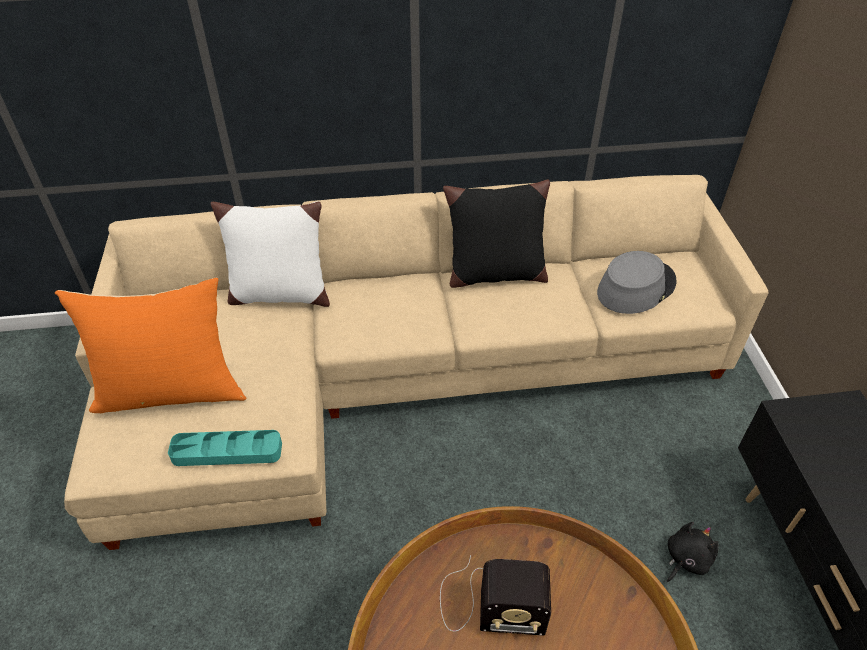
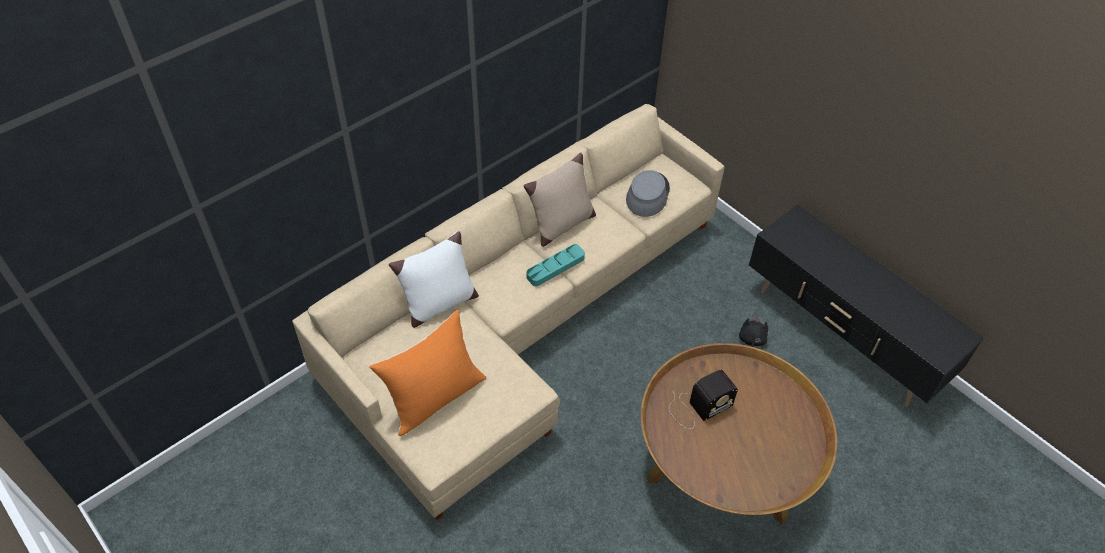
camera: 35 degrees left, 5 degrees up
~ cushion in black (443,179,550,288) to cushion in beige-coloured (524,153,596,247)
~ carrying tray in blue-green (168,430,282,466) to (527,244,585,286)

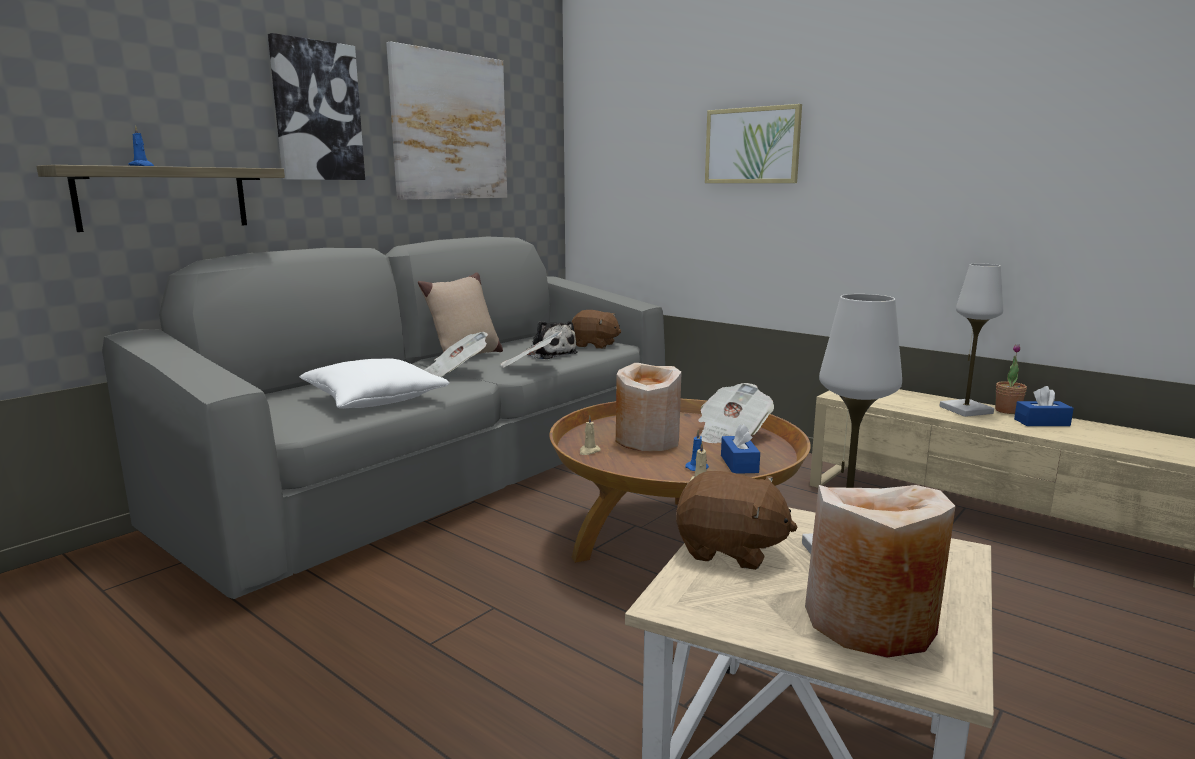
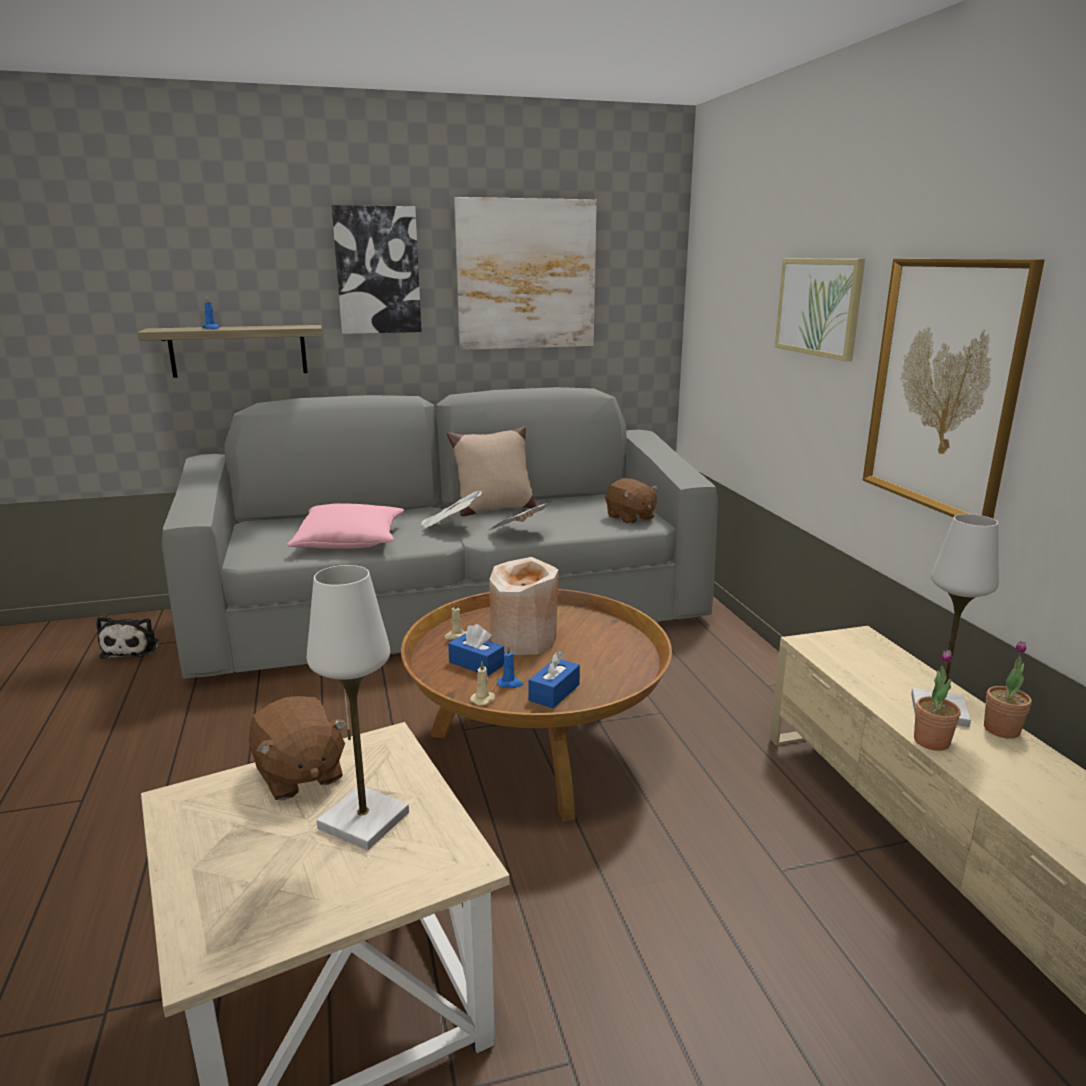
camera: 35 degrees right, 5 degrees up
~ cuddly toy (526,321,578,359) to (96,616,159,659)
~ cushion in whitish (299,358,449,409) to cushion in pinkish (287,503,404,549)
~ box of tissues in blue-coloured (1014,386,1074,426) to (448,624,504,676)
+ wall art (863,259,1045,519)
+ potted plant (914,650,960,751)
- printed paper (698,383,774,443)
- decorative vase in beige-coloured (805,485,955,658)

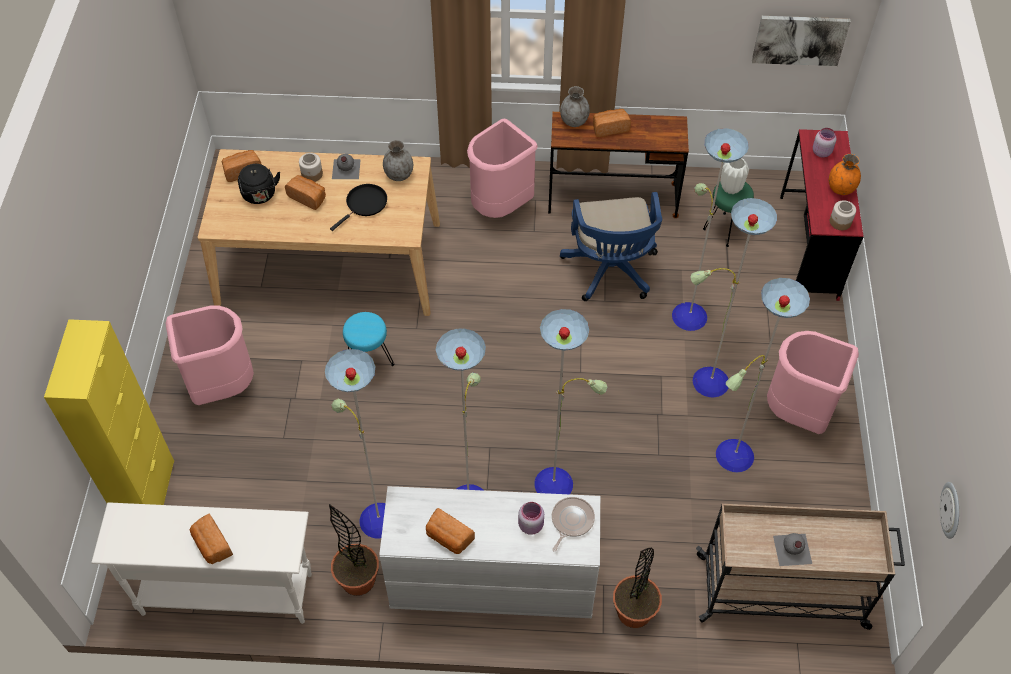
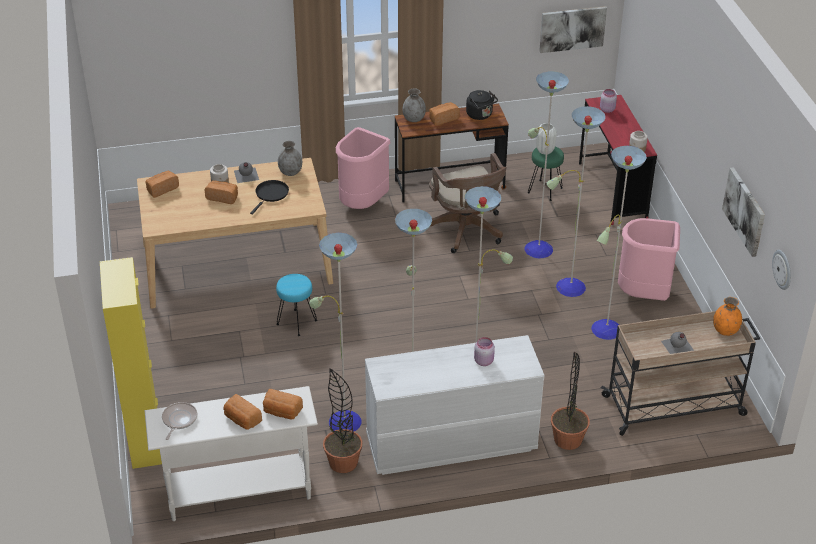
camera: 15 degrees left, 15 degrees down
~ frying pan (552,497,595,552) to (162,402,197,440)
~ bread (426,508,475,554) to (263,389,303,420)
~ desk chair in blue-coloured (560,192,662,301) to desk chair in brownish (429,153,506,253)
~ water kettle in black (238,164,280,204) to (466,90,498,120)
~ decorative vase in orange (829,154,861,195) to (713,297,742,336)
+ wall art (722,167,765,257)
- rubbish bin in pinkish (166,305,254,405)

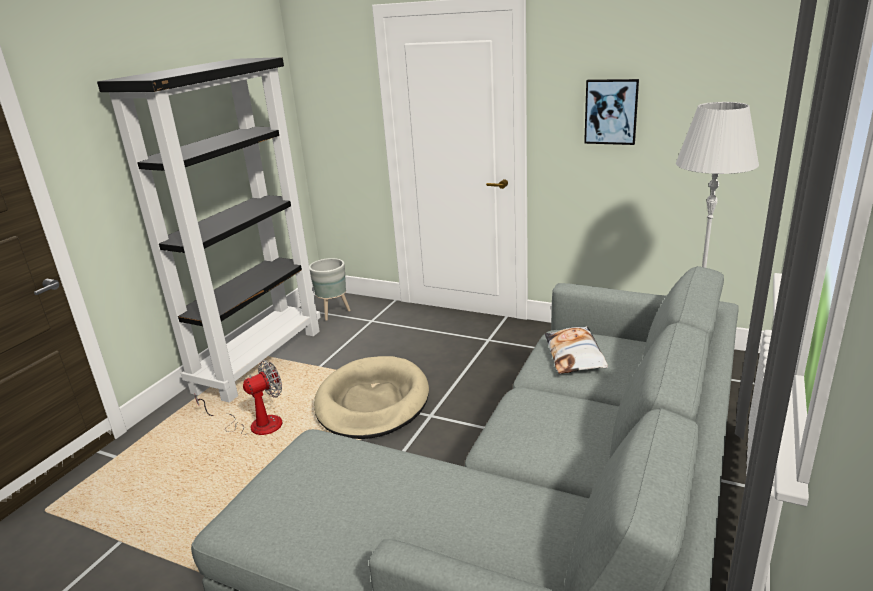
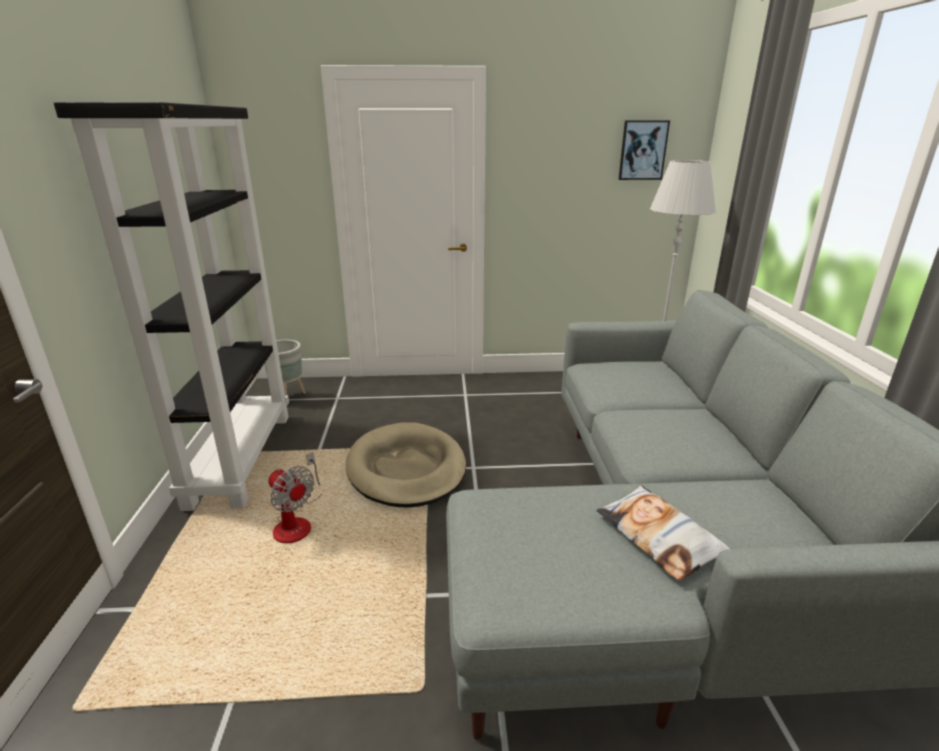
camera: 30 degrees left, 0 degrees up
~ electric fan (194,360,282,435) = (268,452,322,543) 105 degrees clockwise
~ cushion (545,326,608,374) to (596,486,730,581)
~ wall art (584,79,639,145) to (618,121,670,180)

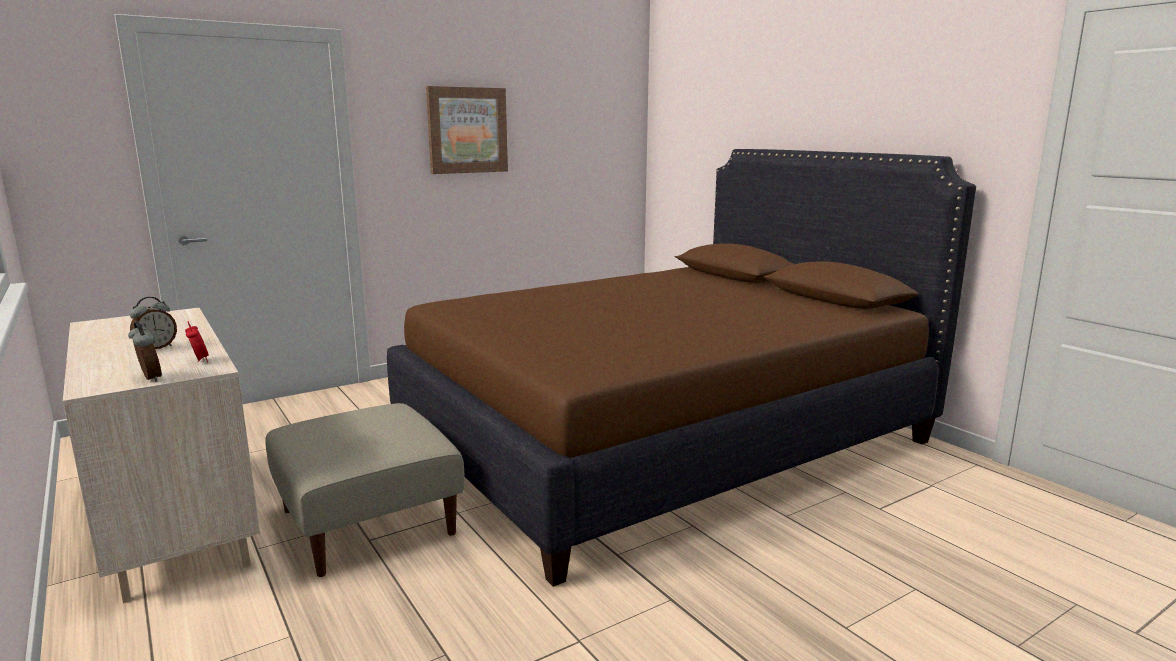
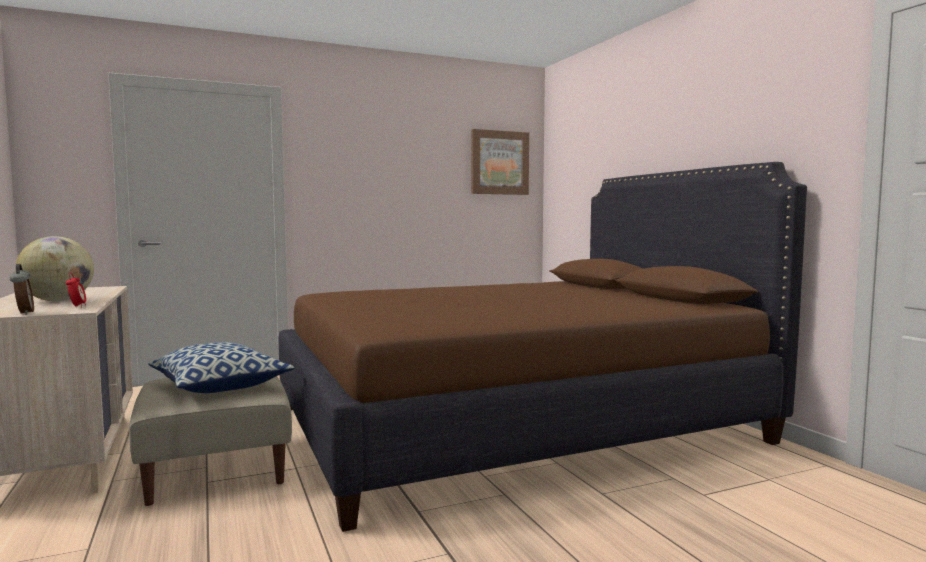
camera: 10 degrees right, 10 degrees down
~ bedside clock (130,297,177,349) to desk globe (15,236,94,301)
+ cushion (148,342,295,393)
~ wall art (426,86,508,174) to (471,129,529,195)

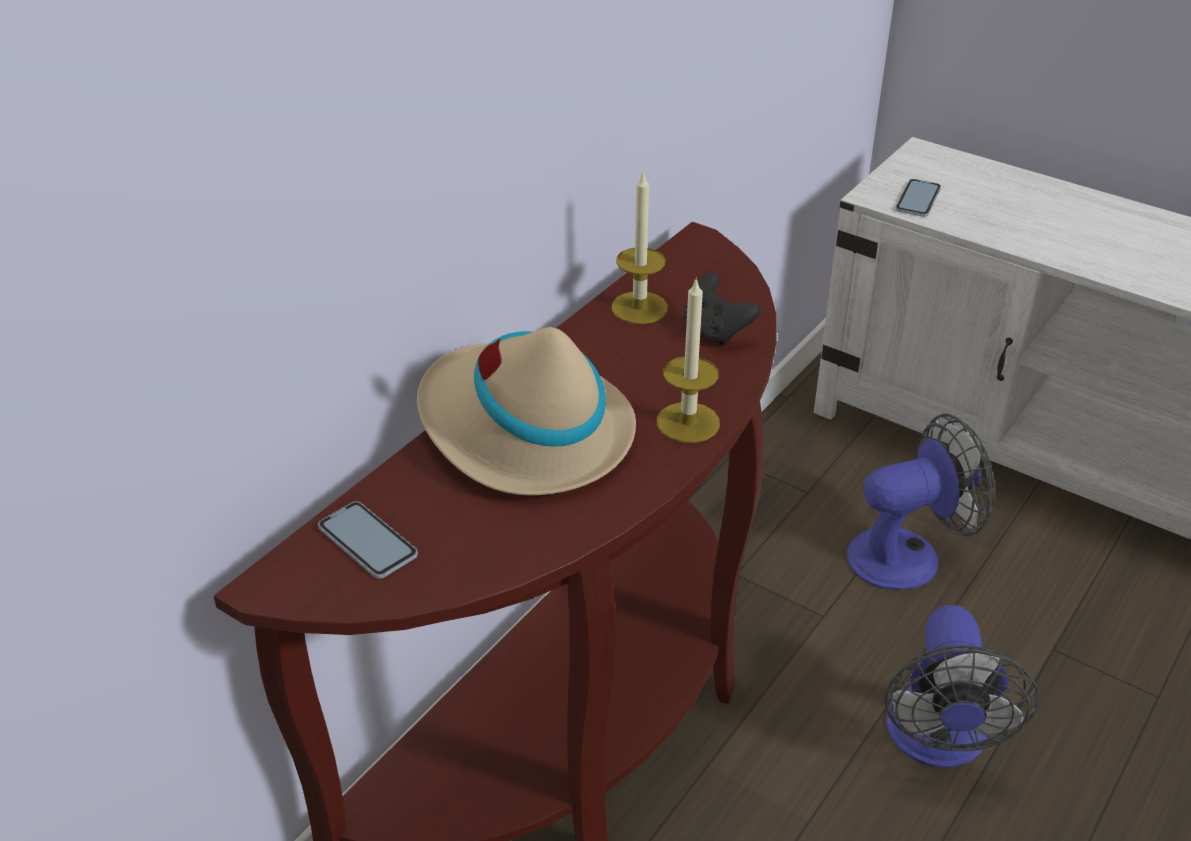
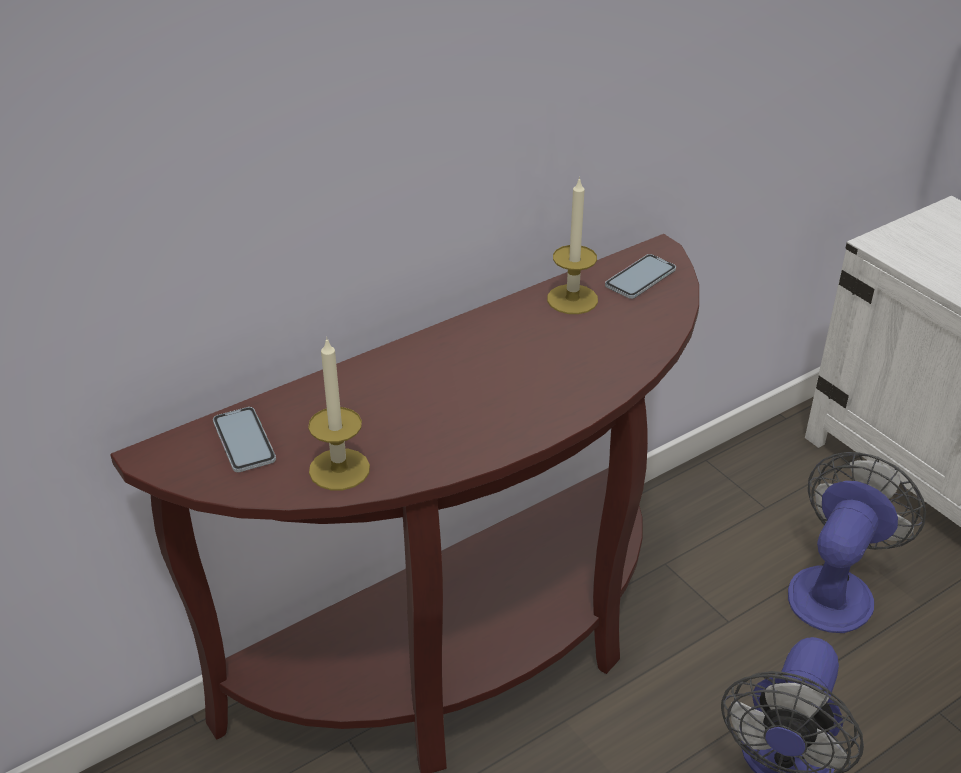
camera: 20 degrees right, 0 degrees up
~ wax light (657,277,720,443) to (308,337,370,490)
~ handset (895,179,941,217) to (605,254,676,299)
~ electric fan (847,414,995,590) = (788,452,926,633) 60 degrees counterclockwise
- hat in beige-coloured (417,327,636,495)
- gamepad in black (683,272,761,346)

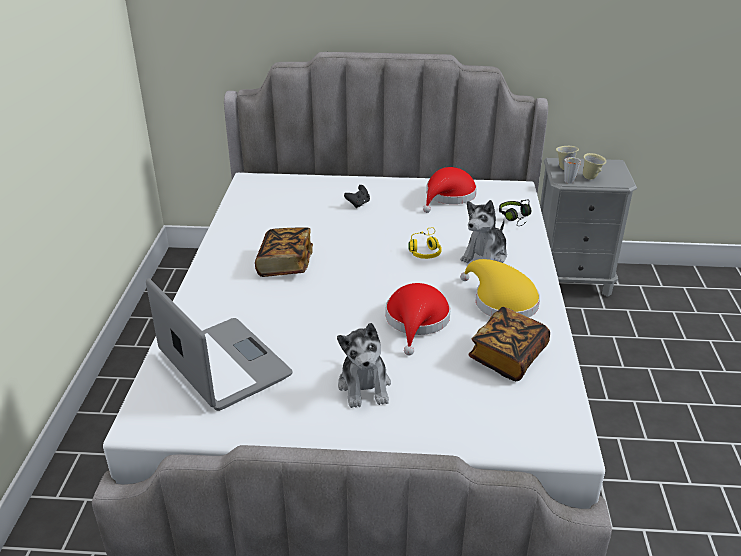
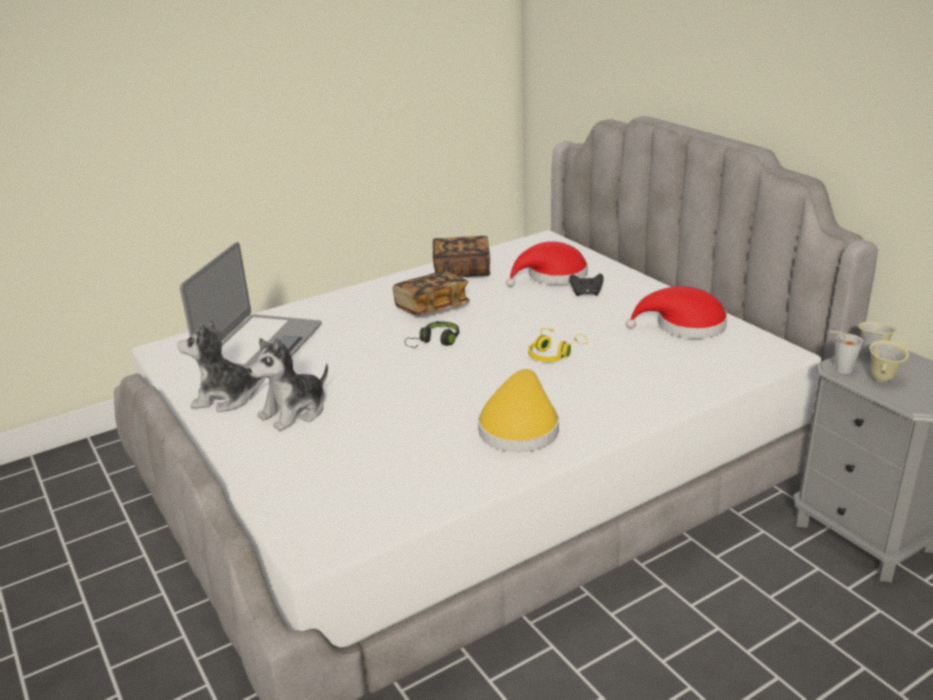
camera: 55 degrees right, 5 degrees down
~ cuddly toy (461,200,507,263) to (178,319,266,412)
~ headset in black (499,199,531,226) to (405,321,459,348)
~ bound book (468,307,550,381) to (433,236,490,277)
~ hat in red-coloured (386,283,450,355) to (506,241,588,287)

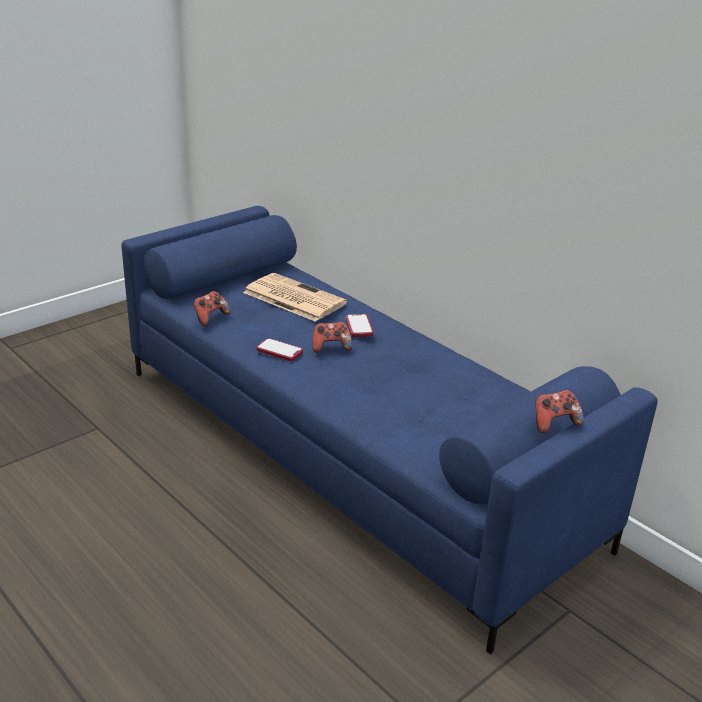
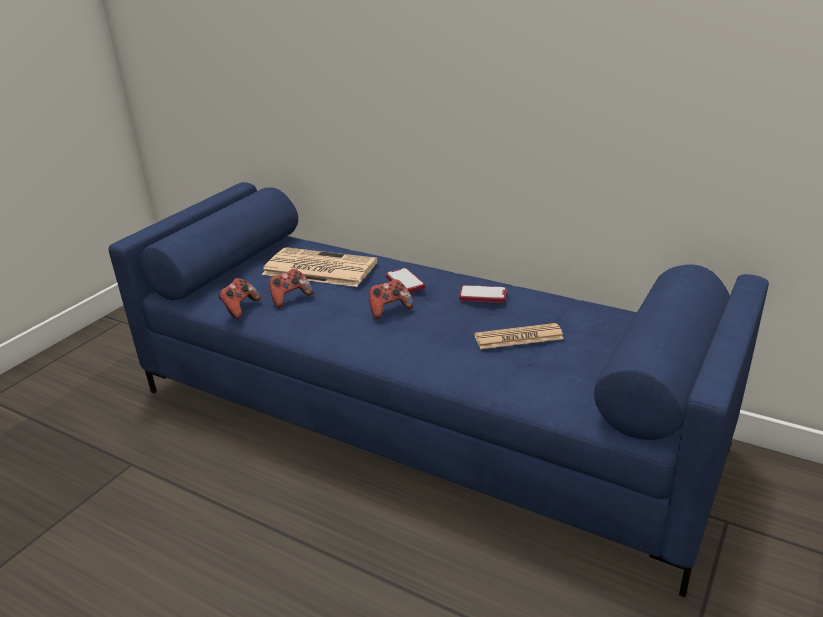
camera: 15 degrees left, 0 degrees up
~ gamepad (535,390,584,433) to (269,269,313,308)
~ handset (256,338,303,362) to (459,285,507,303)
+ printed paper (474,323,564,349)

